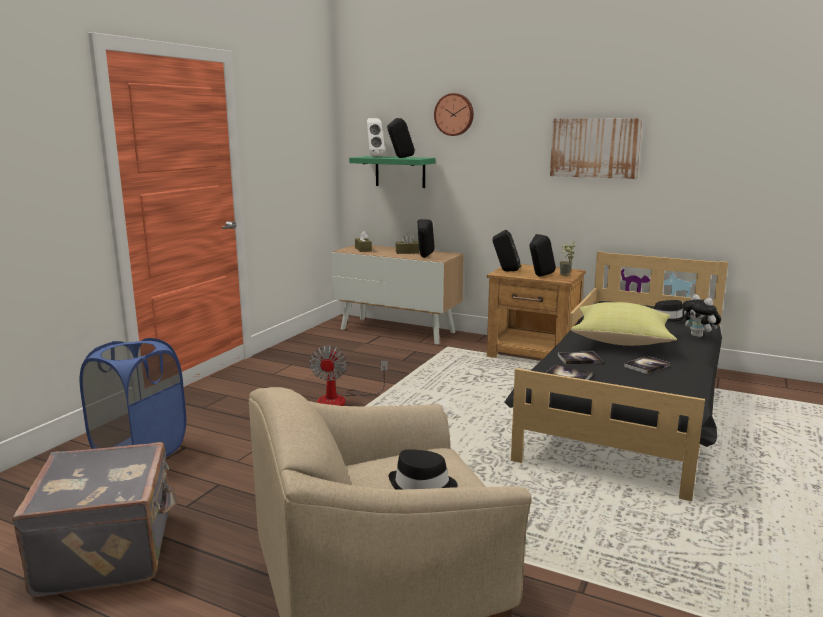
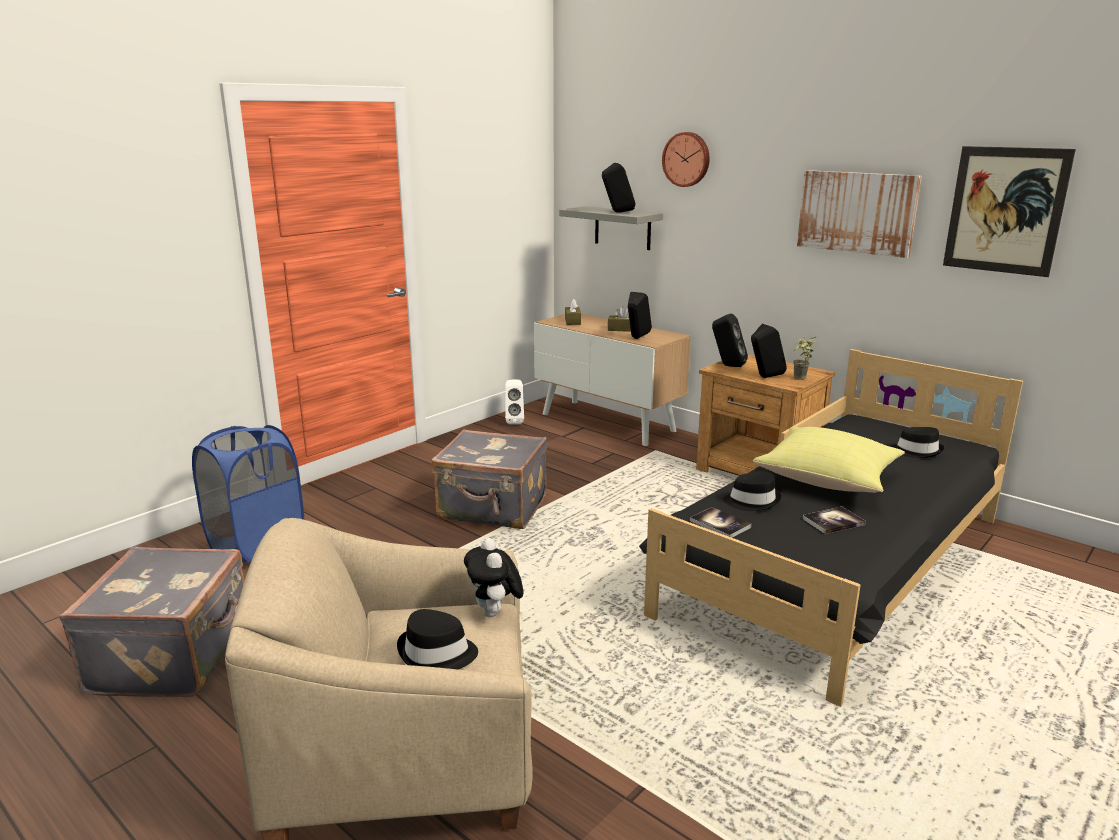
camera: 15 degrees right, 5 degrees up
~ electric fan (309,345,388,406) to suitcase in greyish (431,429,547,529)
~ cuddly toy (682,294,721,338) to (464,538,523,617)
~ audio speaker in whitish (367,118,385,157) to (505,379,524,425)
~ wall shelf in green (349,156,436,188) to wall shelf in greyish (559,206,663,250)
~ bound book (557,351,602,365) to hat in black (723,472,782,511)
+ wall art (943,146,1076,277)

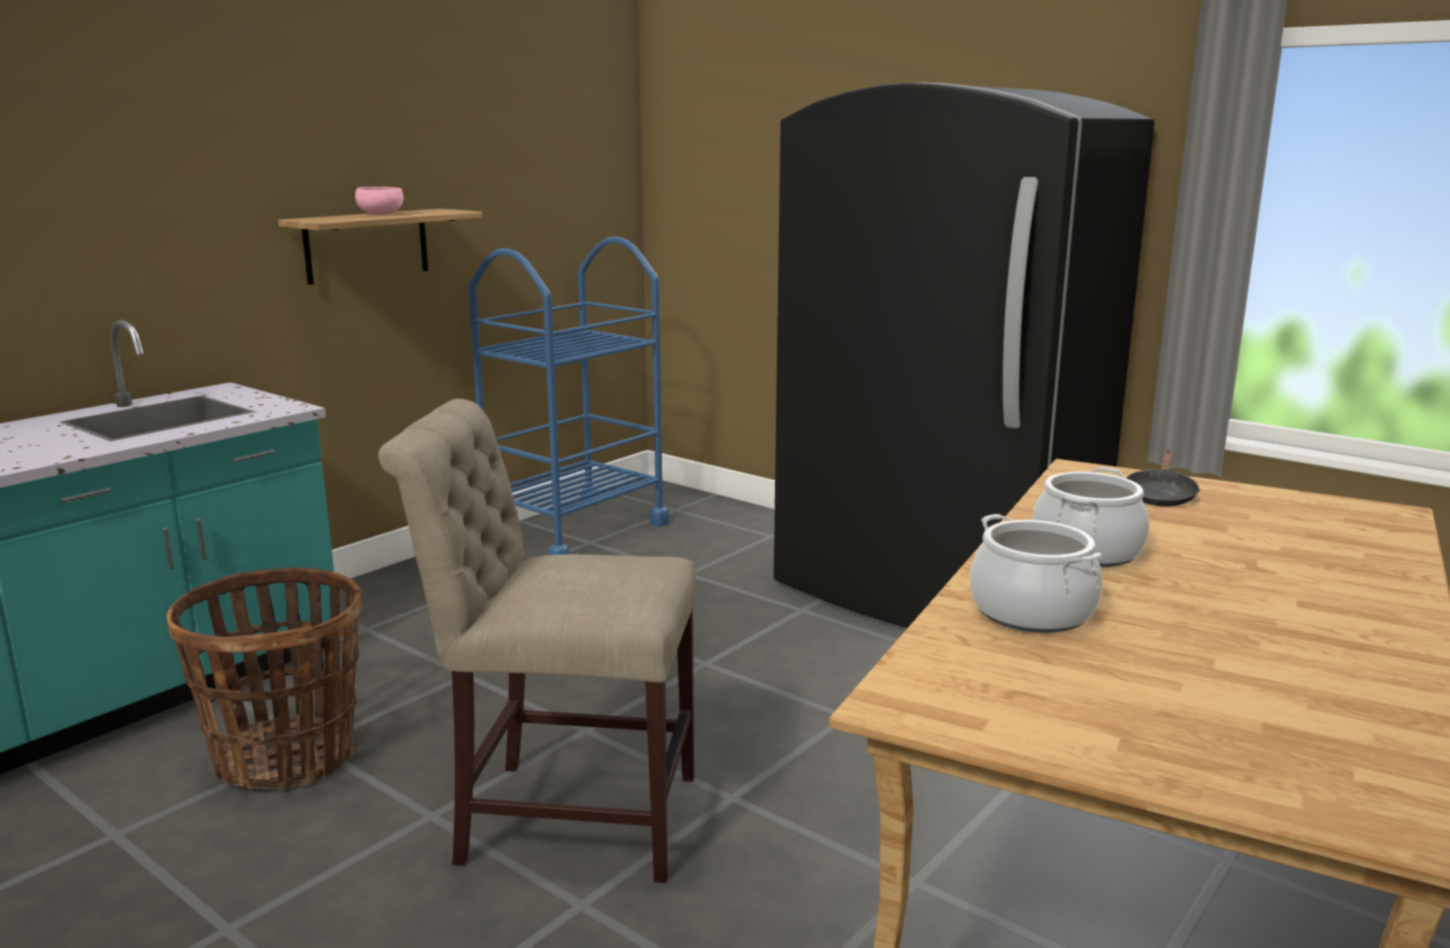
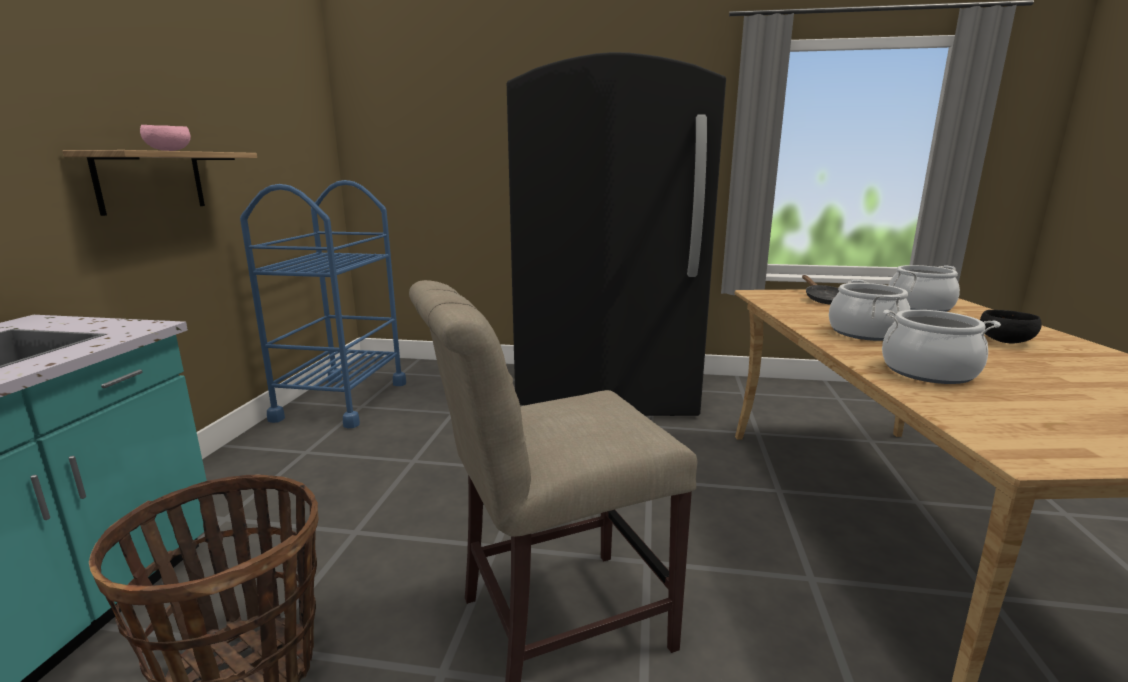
camera: 30 degrees left, 0 degrees up
+ cooking pot (889,265,960,312)
+ deep dish in black (980,310,1042,343)

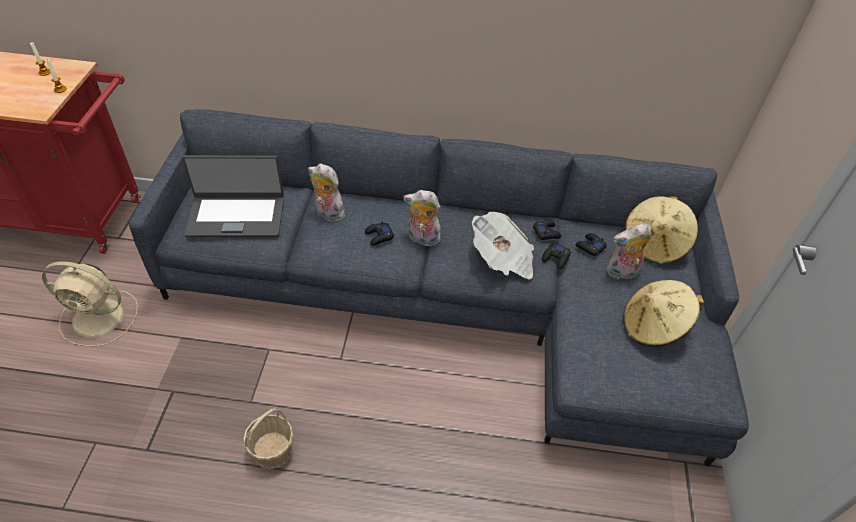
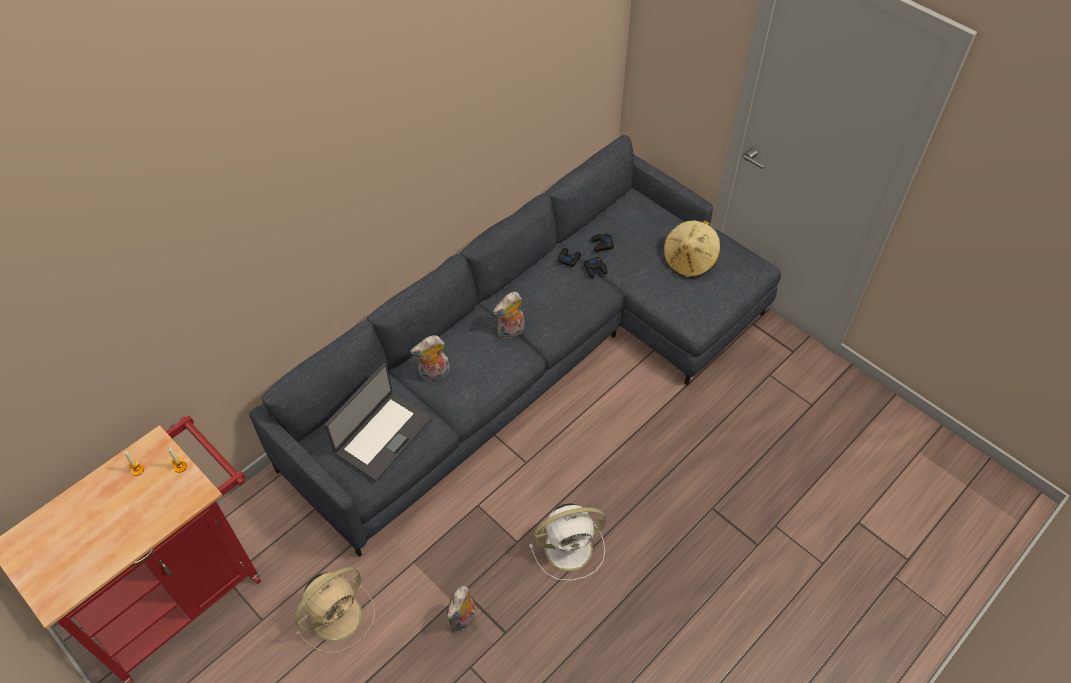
camera: 50 degrees left, 5 degrees up
~ cuddly toy (607,224,651,279) to (447,586,476,631)
~ storage basket (243,407,294,469) to electric fan in whitish (529,503,606,581)
- gamepad in black (365,221,394,246)
- printed paper (472,212,534,279)
- hat in beige-coloured (625,196,698,264)

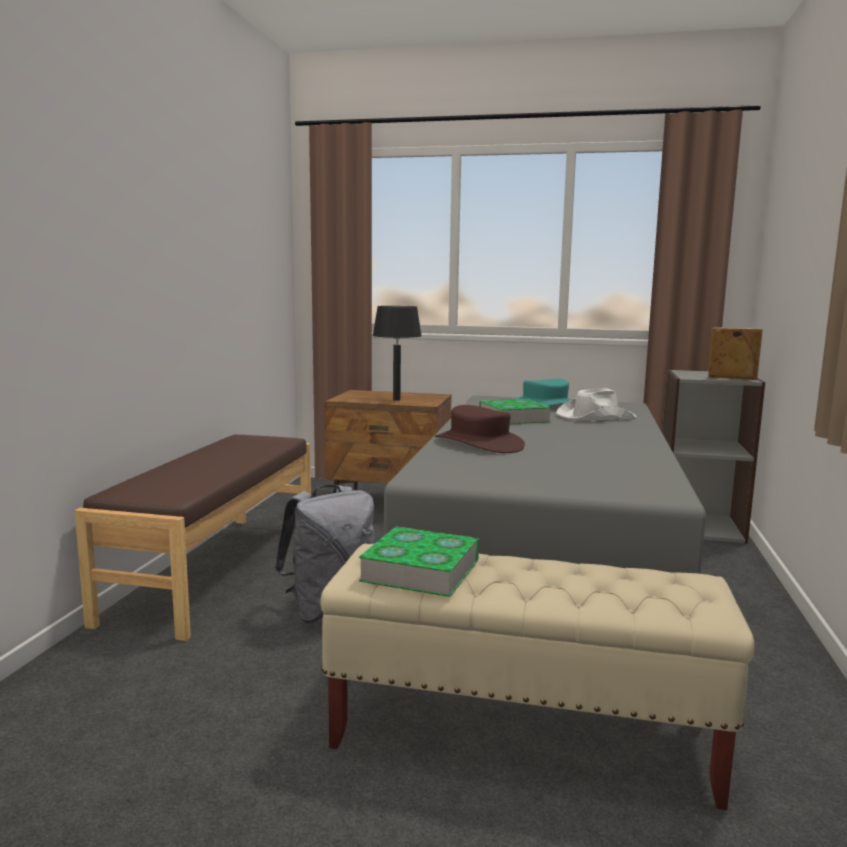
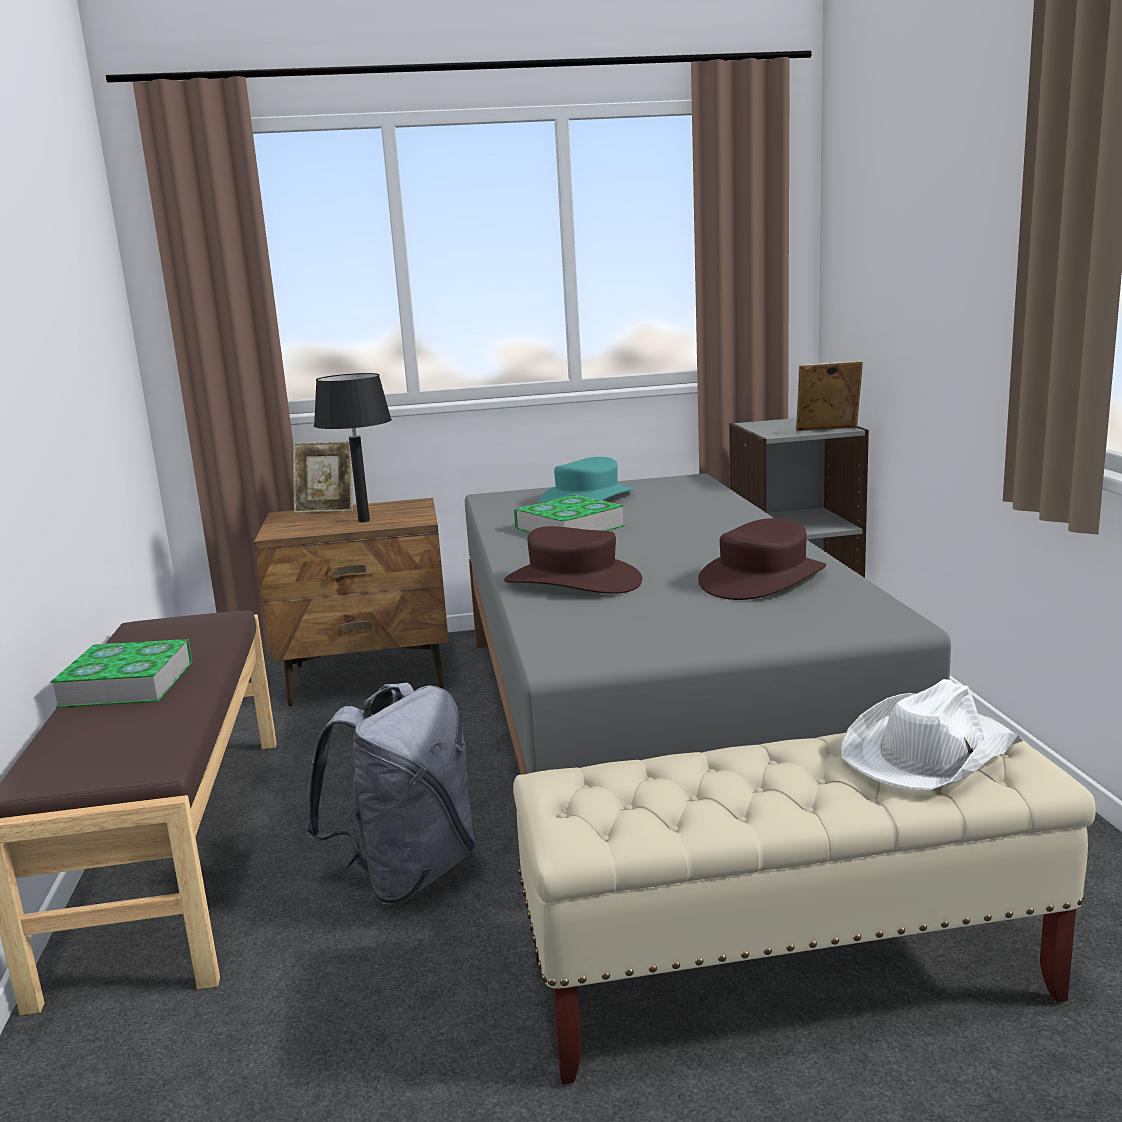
camera: 20 degrees left, 5 degrees up
~ bound book (359,527,479,597) to (50,639,192,708)
+ standing frame (293,441,353,513)
+ hat in brownish (698,518,826,600)
~ hat in whitish (556,388,636,421) to (841,679,1023,790)

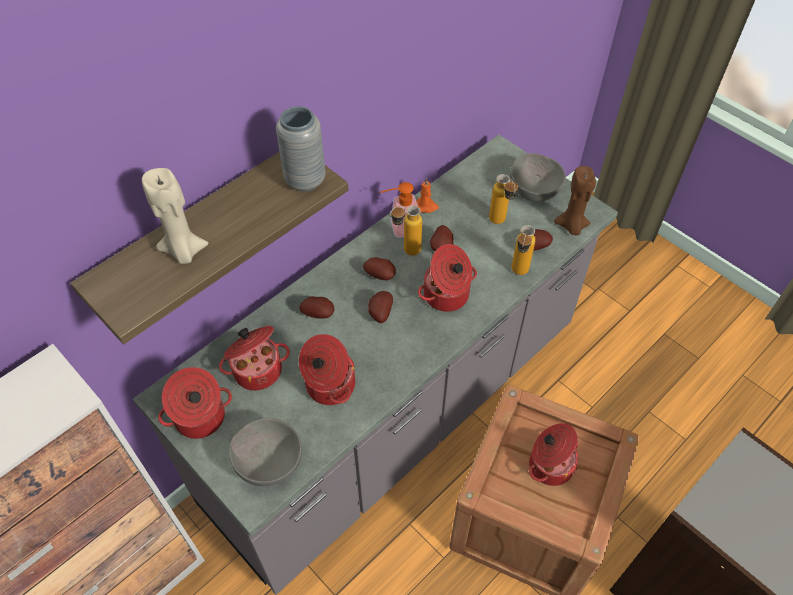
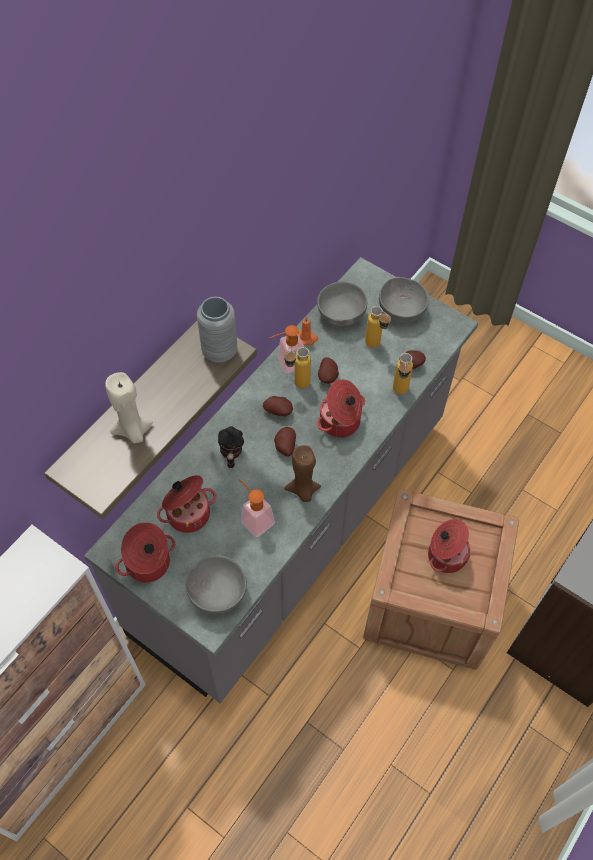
camera: 10 degrees left, 5 degrees up
~ whole potato (300,296,335,319) to coffee mug (218,426,244,468)
~ cooking pot (299,334,355,405) to soap dispenser (239,479,275,537)
~ wax light in brownish (554,166,596,235) to (285,445,321,502)
+ deep dish in greyish (317,282,367,326)

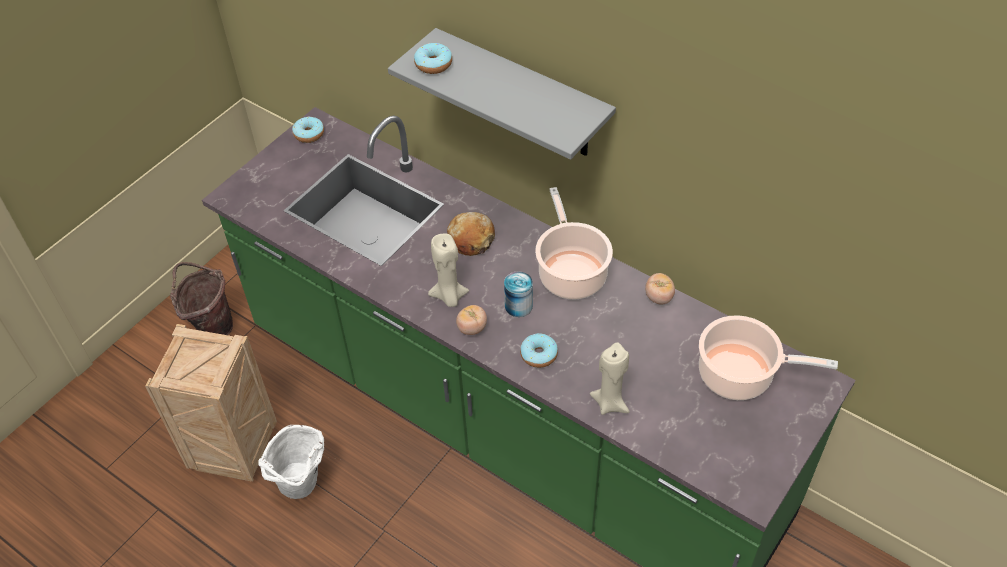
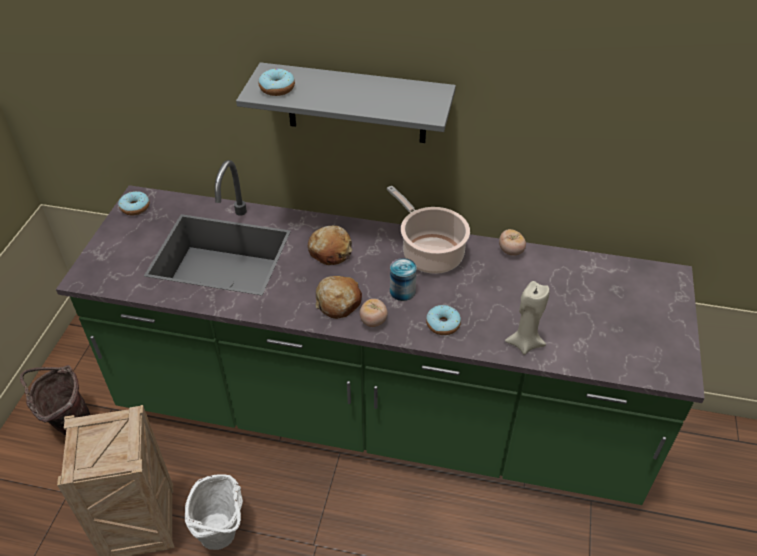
camera: 25 degrees left, 5 degrees down
~ wax light in beige-coloured (428,234,469,307) to bread (316,276,362,319)
- cooking pot (699,315,838,400)

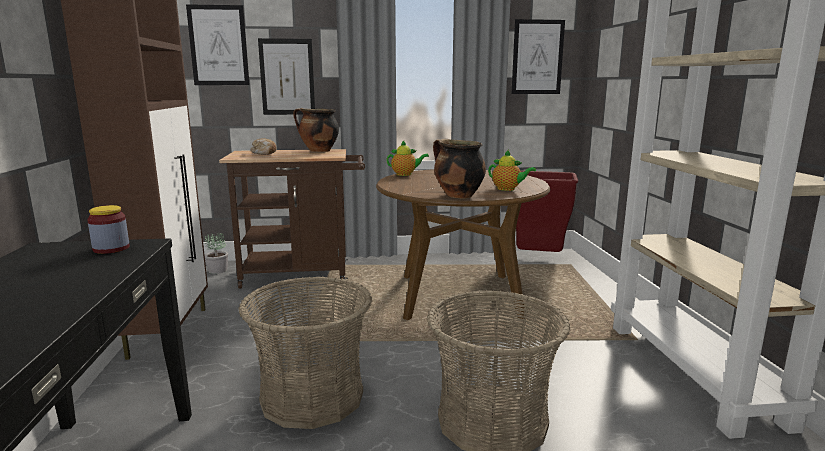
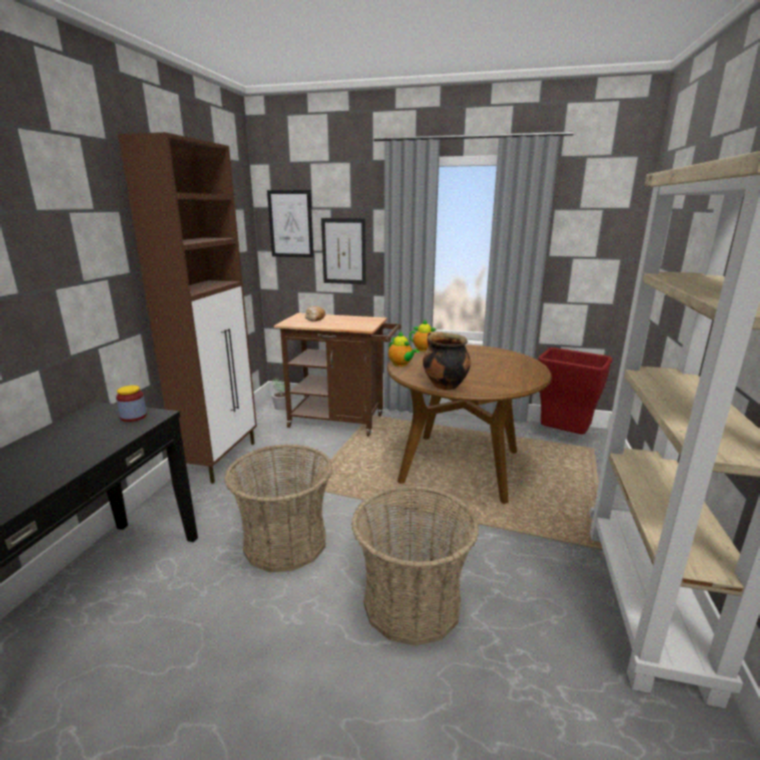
camera: 20 degrees right, 5 degrees up
~ teapot (488,150,536,191) to (388,332,419,367)
- cooking pot (293,108,339,152)
- wall art (512,19,565,94)

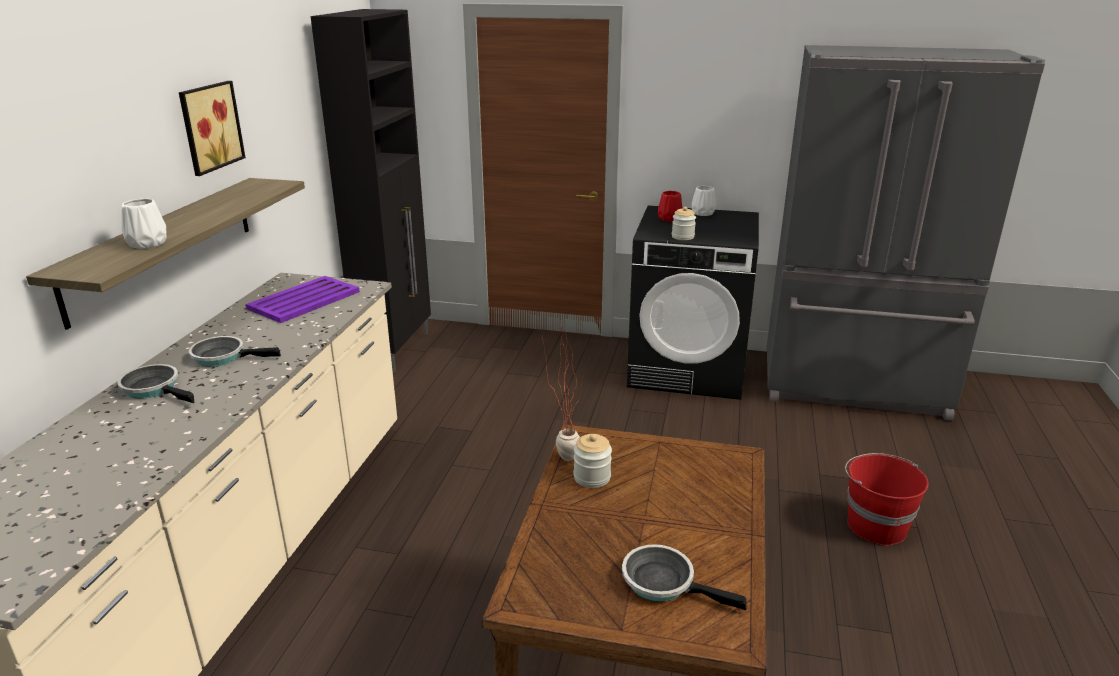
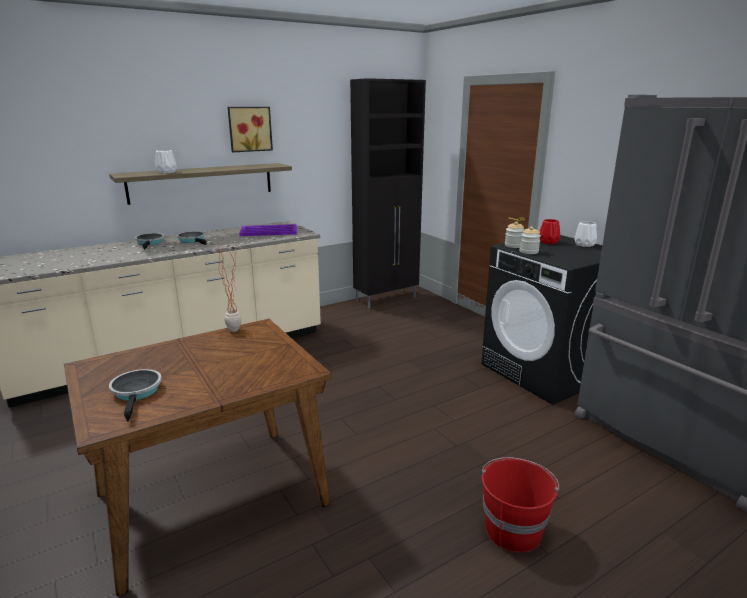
camera: 45 degrees right, 5 degrees down
~ preserve jar (574,434,612,488) to (505,221,525,248)

